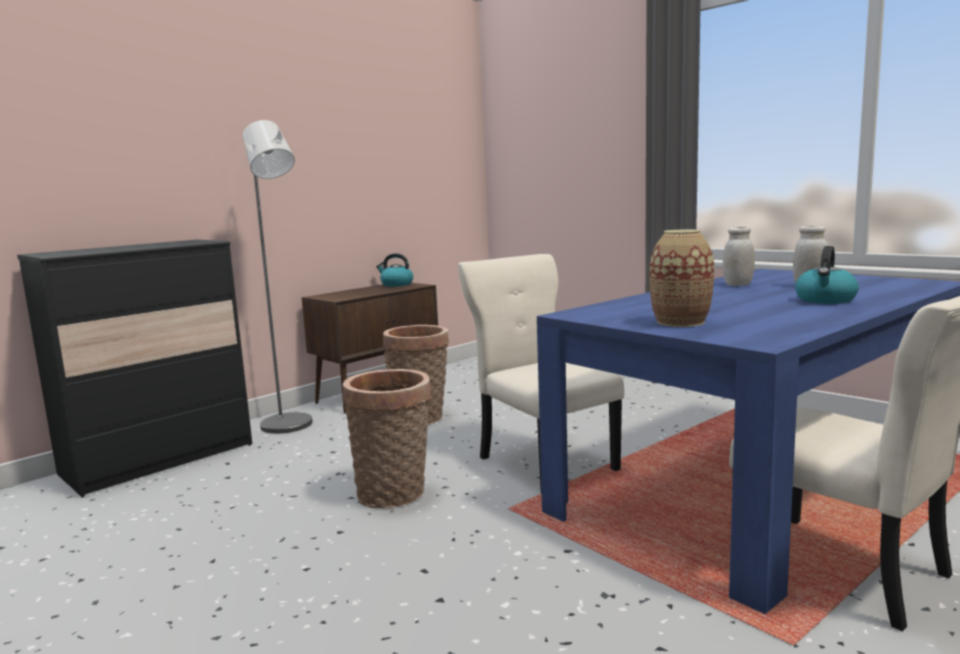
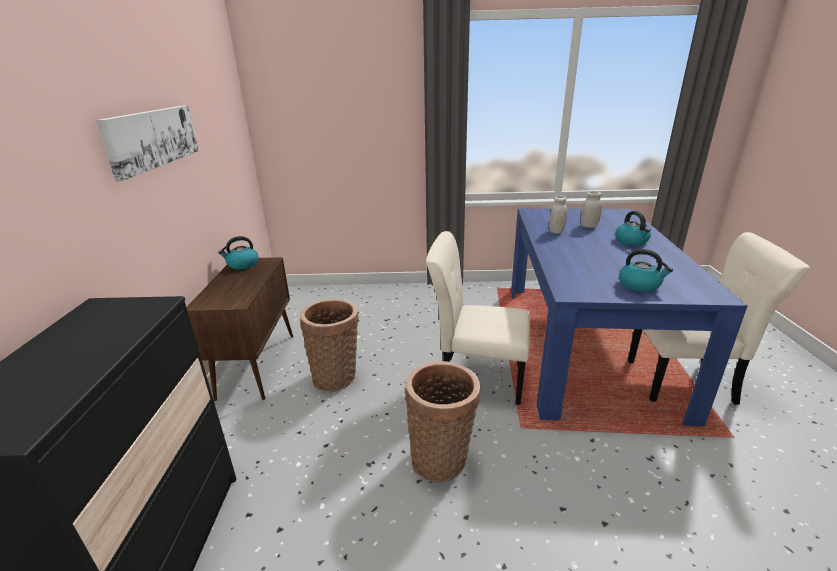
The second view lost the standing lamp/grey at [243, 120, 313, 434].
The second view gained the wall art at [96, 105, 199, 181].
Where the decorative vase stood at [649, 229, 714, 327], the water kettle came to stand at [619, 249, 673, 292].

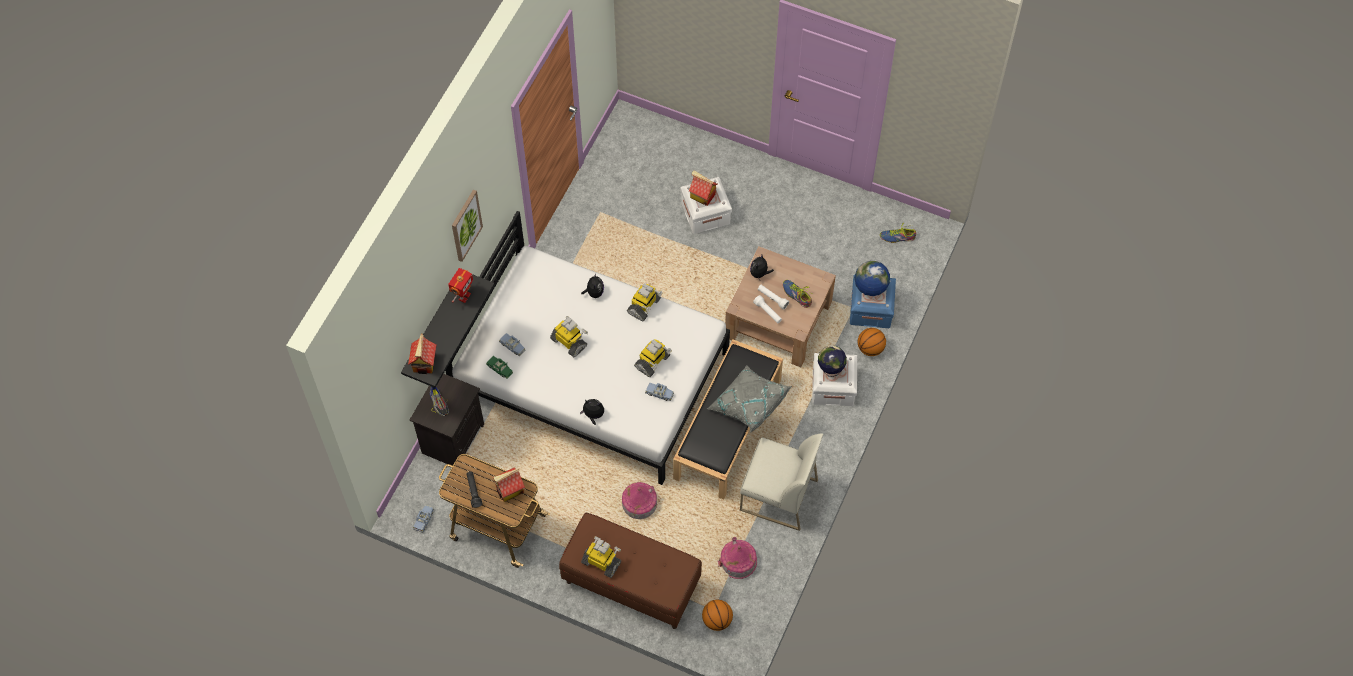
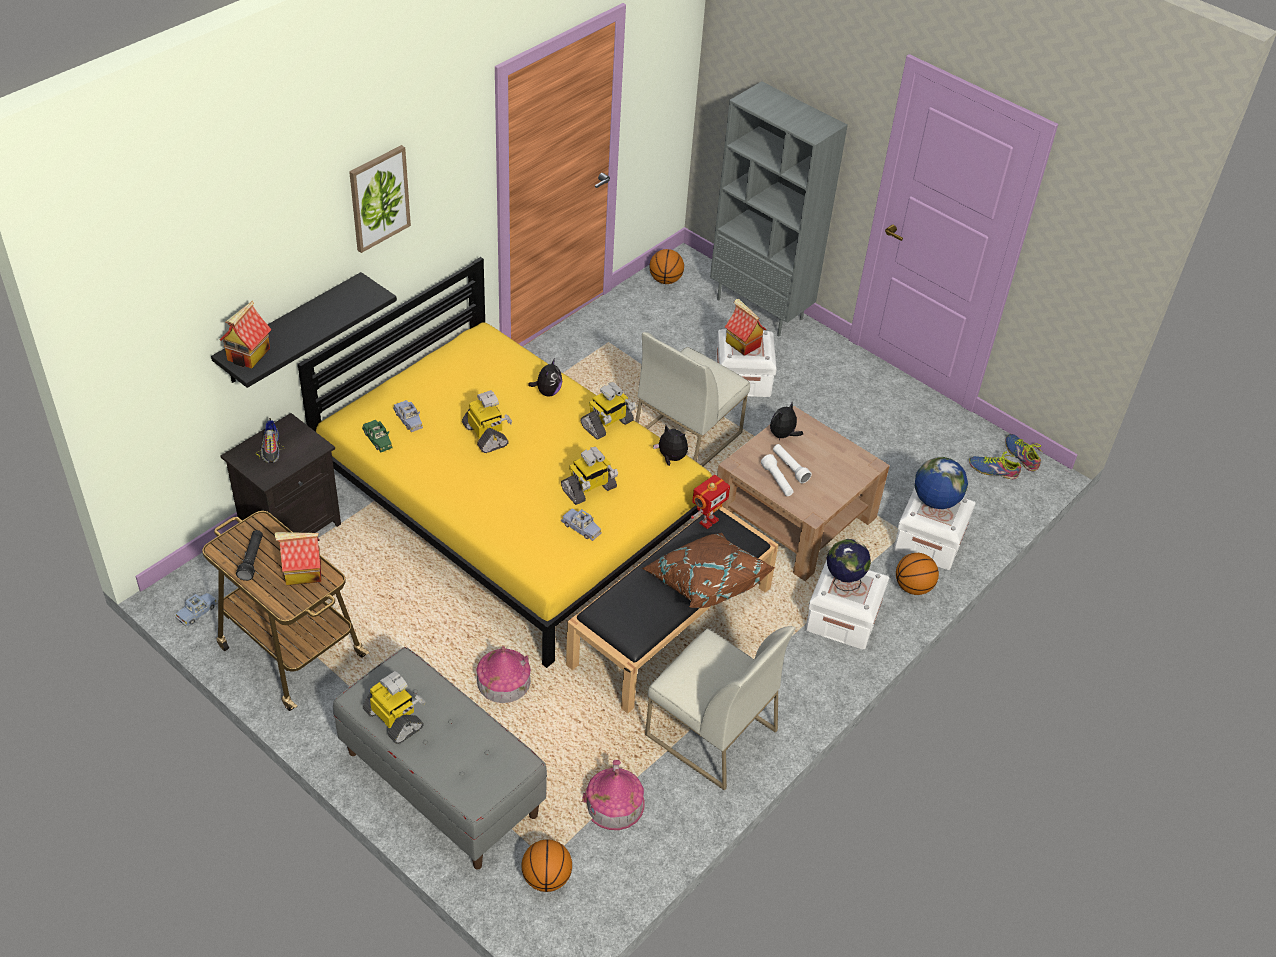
The second view gained the plain chair/white-coloured at [635, 332, 750, 466].
The second view gained the ball for basketball at [649, 249, 684, 284].
The second view gained the shelving unit/grey at [710, 81, 848, 337].
The toy robot ended up elsewhere, having gone from [448, 268, 473, 303] to [691, 475, 730, 529].
The soft toy ended up elsewhere, having gone from [580, 399, 604, 425] to [653, 425, 688, 466].
The shoe ended up elsewhere, having gone from [783, 280, 812, 308] to [1005, 434, 1044, 471].
What was the sleeping bed/white-coloured at [445, 211, 730, 485] turned into the sleeping bed/yellow at [298, 257, 712, 668].
What was the long seat/brownish at [559, 512, 702, 629] turned into the long seat/grey at [333, 647, 547, 869].
What was the throw pillow/grey at [707, 365, 792, 433] turned into the throw pillow/brownish at [641, 533, 775, 608].
What was the storage box/bluish at [850, 275, 896, 328] turned into the storage box/white-coloured at [893, 488, 976, 570].

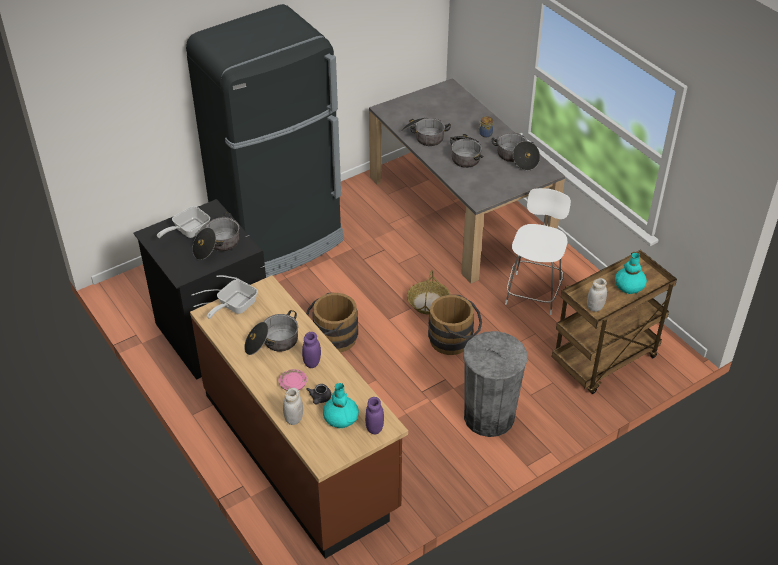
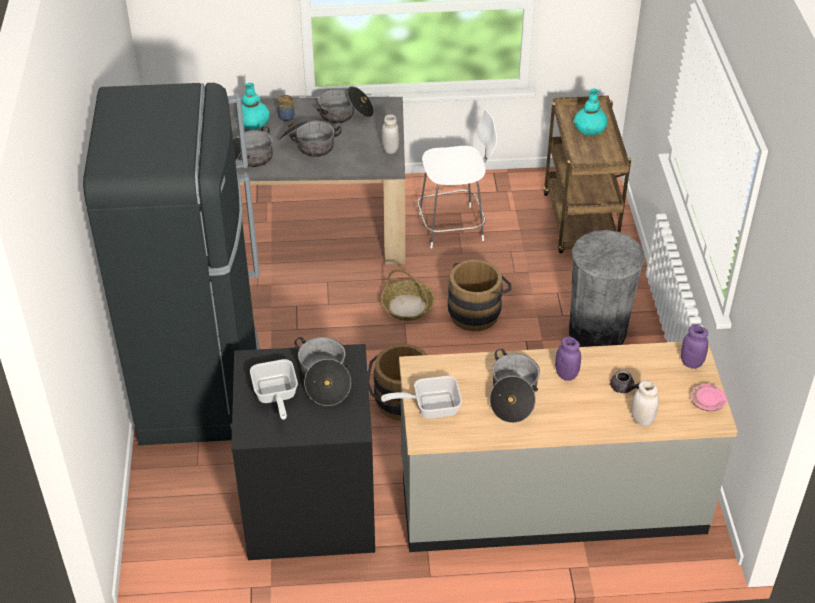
The plate/pinkish ended up elsewhere, having gone from [279, 369, 307, 391] to [691, 384, 727, 412].
The decorative vase/turquoise ended up elsewhere, having gone from [323, 383, 359, 429] to [236, 83, 270, 130].
The jar/white-coloured ended up elsewhere, having gone from [587, 278, 607, 312] to [381, 114, 399, 154].
What was the kitchen base unit/brownish at [190, 275, 408, 559] turned into the kitchen base unit/grey at [399, 342, 738, 552].
The skillet at [207, 279, 258, 319] ended up facing another way, 105 degrees clockwise from before.
The plain chair/white-coloured at [505, 188, 571, 315] ended up facing another way, 120 degrees clockwise from before.

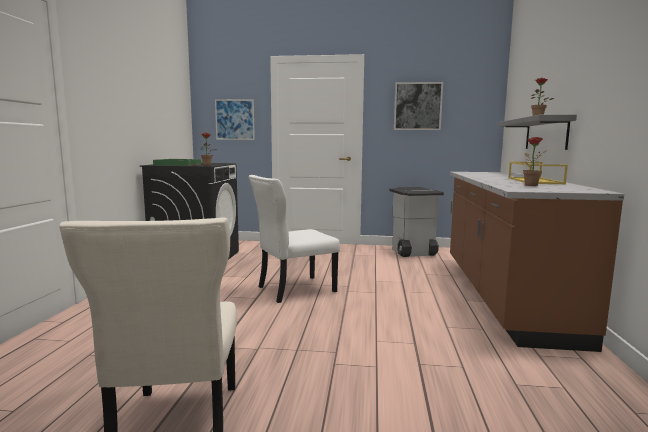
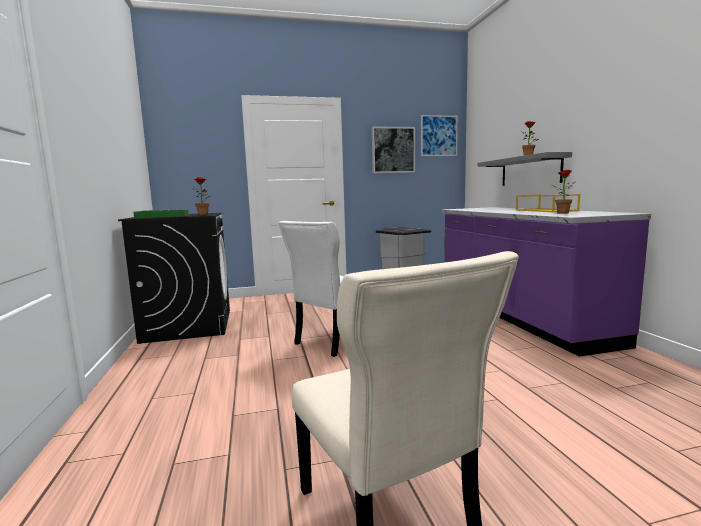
The wall art ended up elsewhere, having gone from [215, 99, 255, 140] to [421, 115, 458, 156].
What was the kitchen base unit/brownish at [450, 172, 624, 352] turned into the kitchen base unit/purple at [441, 207, 651, 357].

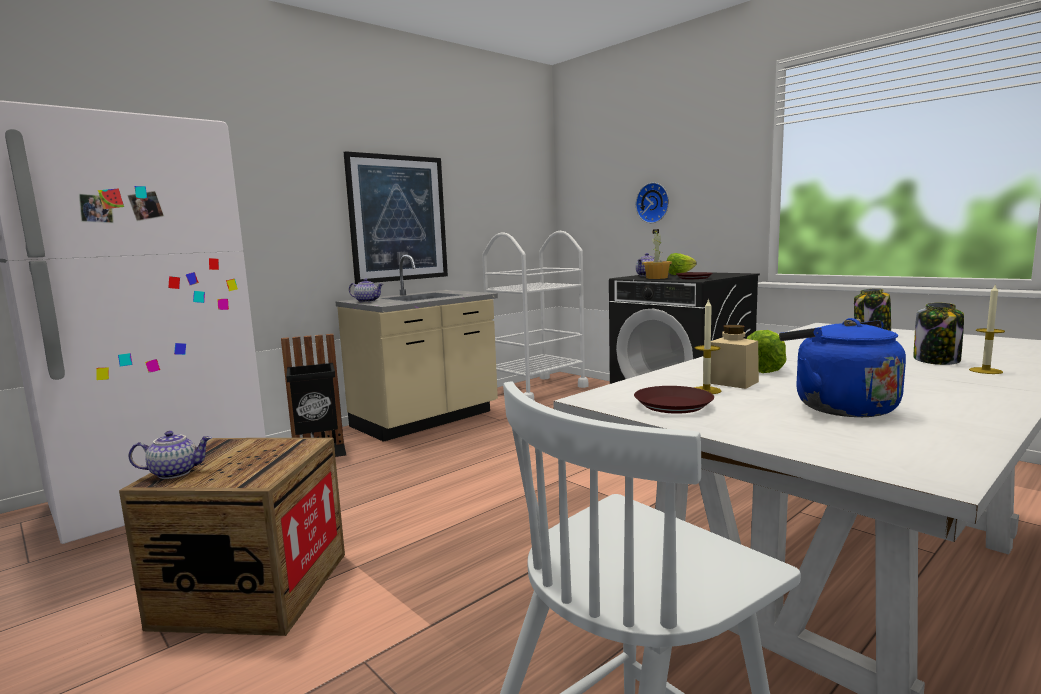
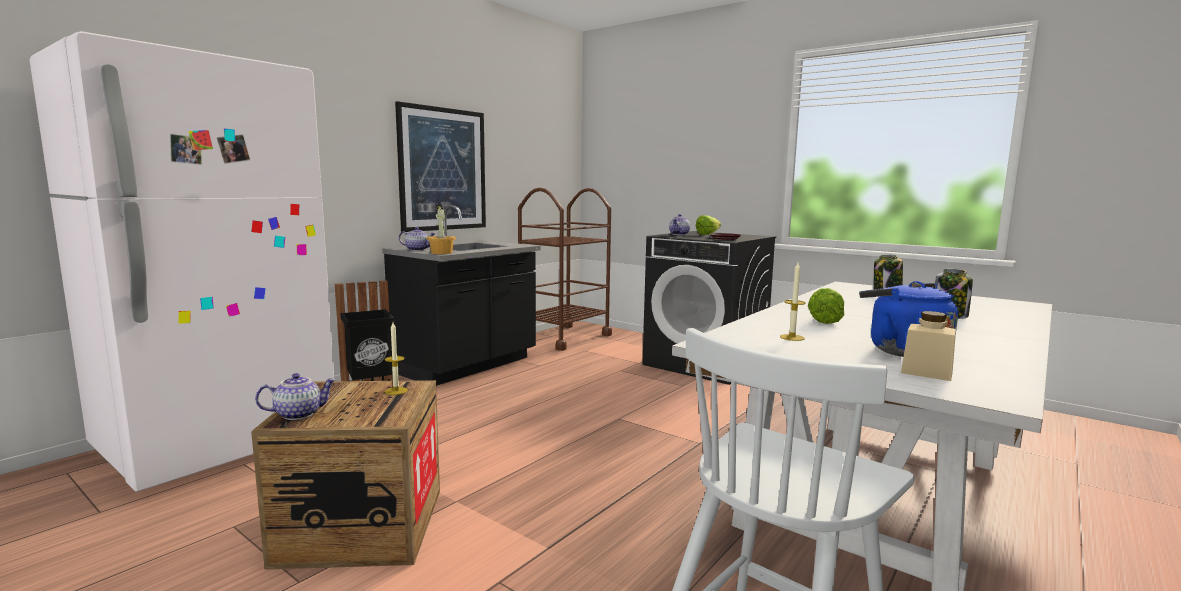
The second view lost the plate/brownish at [634, 386, 714, 414].
The second view lost the hanging clock at [636, 183, 669, 223].
The houseplant ended up elsewhere, having gone from [642, 229, 672, 279] to [427, 205, 456, 254].
The jar/sand-coloured ended up elsewhere, having gone from [710, 325, 759, 389] to [901, 311, 956, 381].
The wax light ended up elsewhere, having gone from [969, 283, 1005, 374] to [385, 323, 408, 395].
What was the kitchen base unit/sand-coloured at [335, 255, 498, 442] turned into the kitchen base unit/black at [383, 205, 540, 386].
What was the trolley/white-coloured at [482, 231, 589, 400] turned into the trolley/brownish at [518, 188, 612, 351].

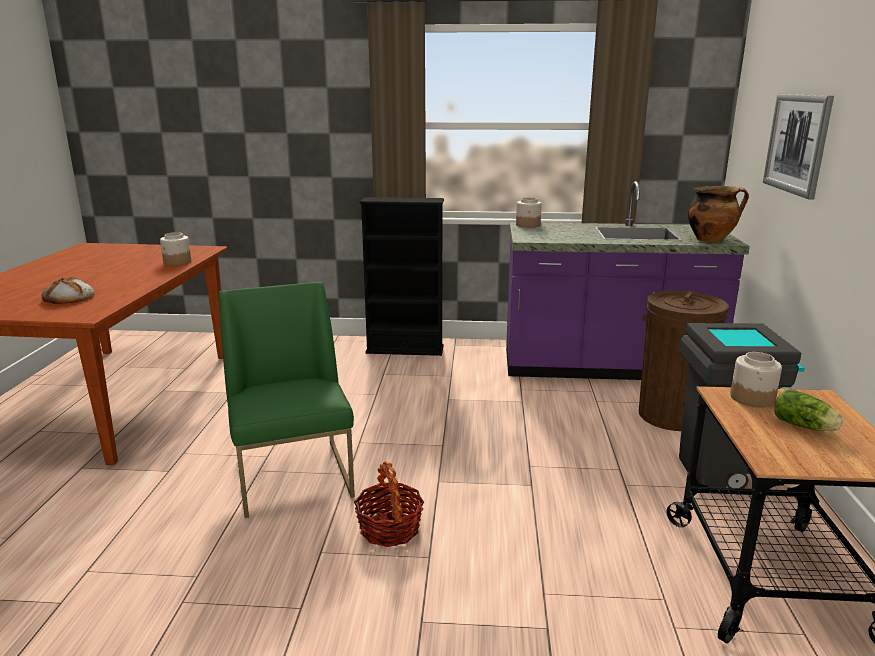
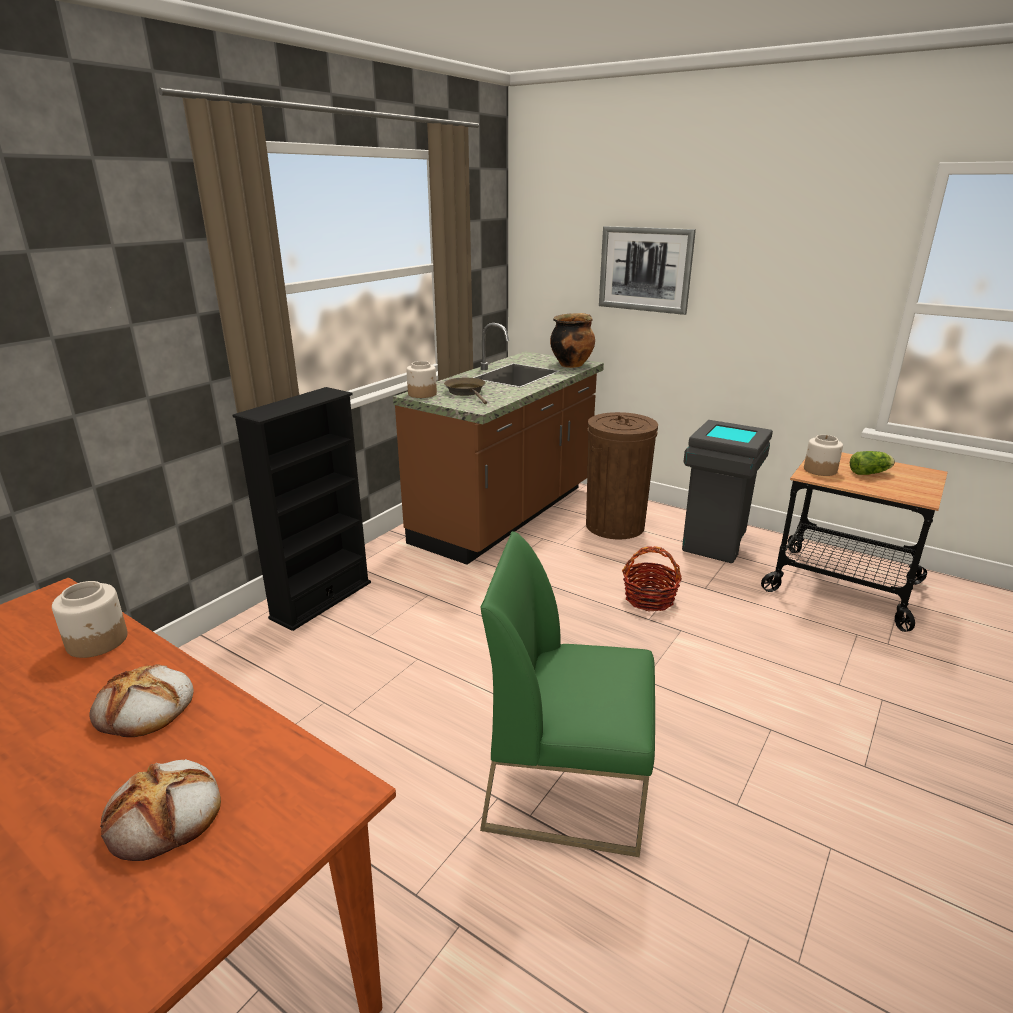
The second view gained the baked bread at [90, 664, 194, 737].
The second view gained the skillet/brownish at [444, 378, 487, 404].
The storage basket ended up elsewhere, having gone from [354, 461, 424, 547] to [622, 546, 682, 612].
What was the kitchen base unit/purple at [506, 181, 750, 380] turned into the kitchen base unit/brownish at [393, 323, 604, 565].

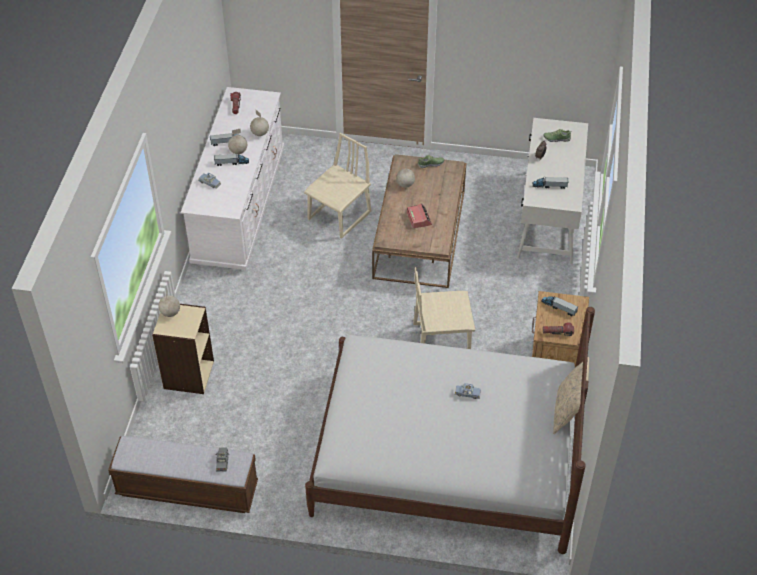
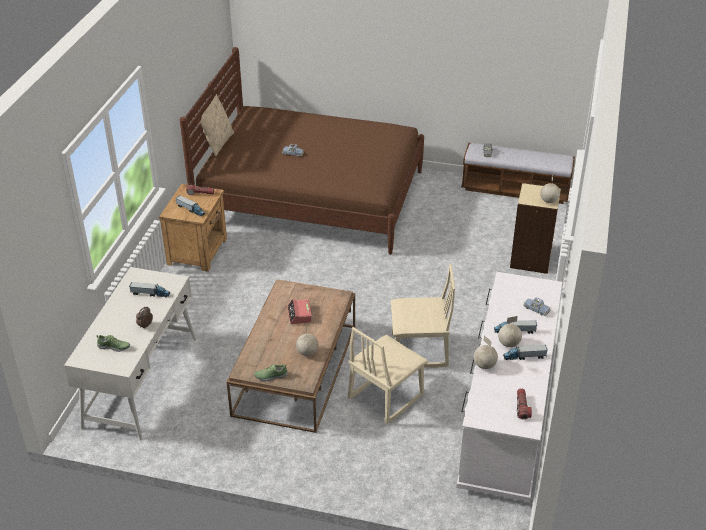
The plain chair/sand-coloured ended up elsewhere, having gone from [413, 267, 475, 349] to [391, 264, 455, 368].
What was the sleeping bed/white-coloured at [305, 307, 595, 554] turned into the sleeping bed/brownish at [180, 47, 424, 255].

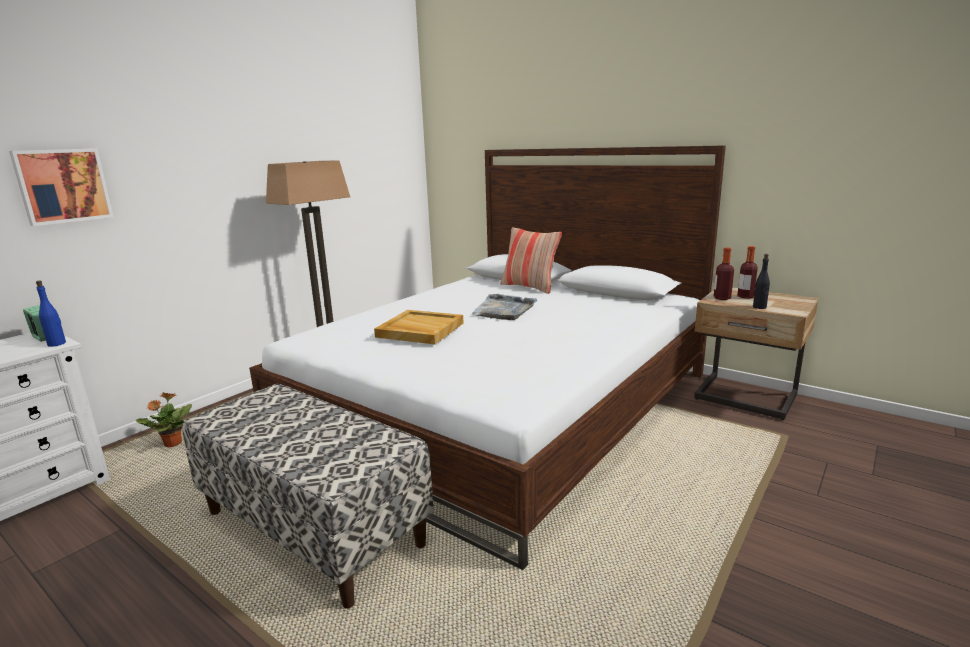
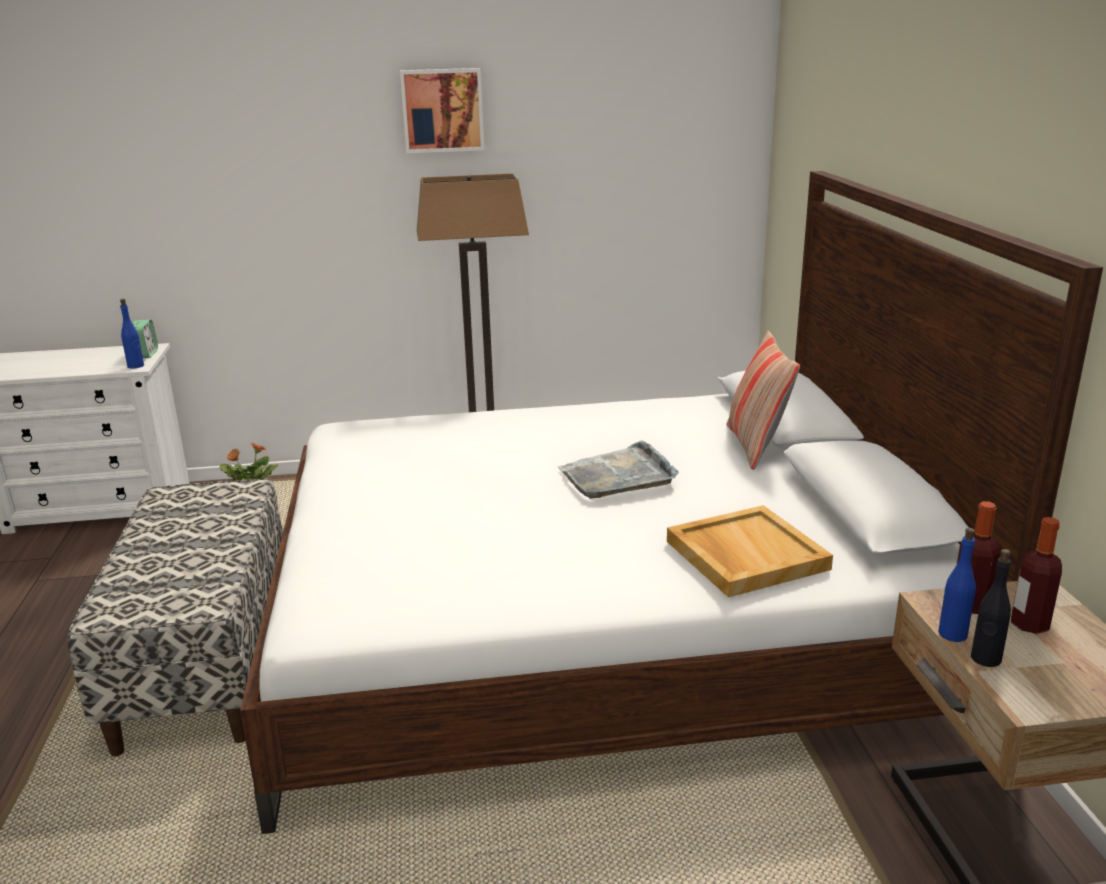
The second view gained the beverage bottle/bluish at [938, 528, 976, 642].
The wall art ended up elsewhere, having gone from [9, 148, 114, 226] to [400, 68, 484, 153].
The tray/sand-coloured ended up elsewhere, having gone from [374, 310, 463, 344] to [667, 505, 833, 598].

